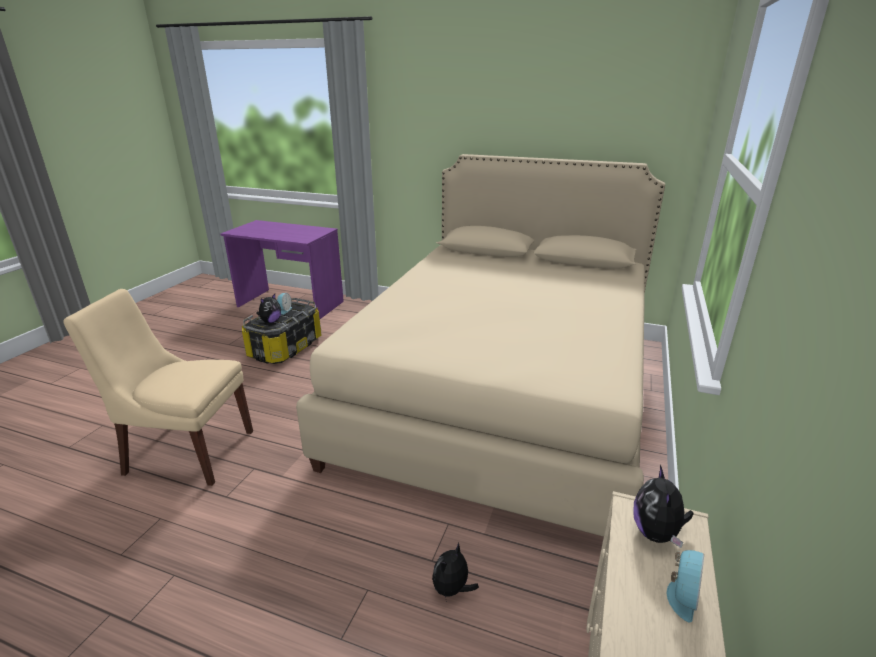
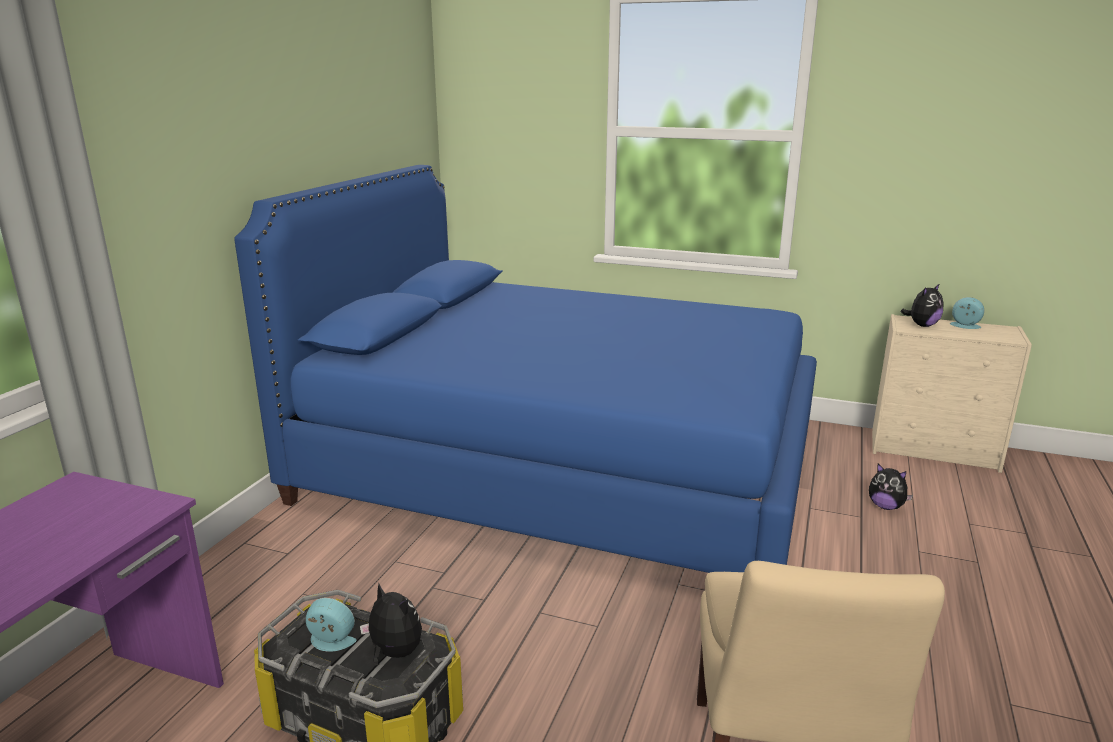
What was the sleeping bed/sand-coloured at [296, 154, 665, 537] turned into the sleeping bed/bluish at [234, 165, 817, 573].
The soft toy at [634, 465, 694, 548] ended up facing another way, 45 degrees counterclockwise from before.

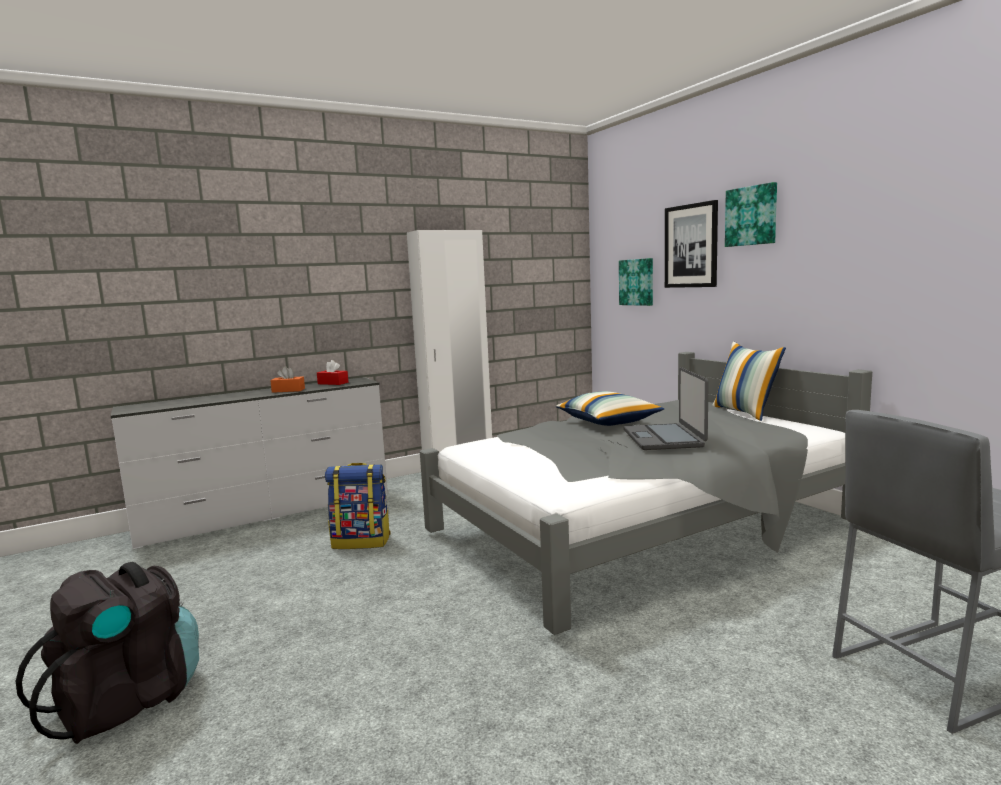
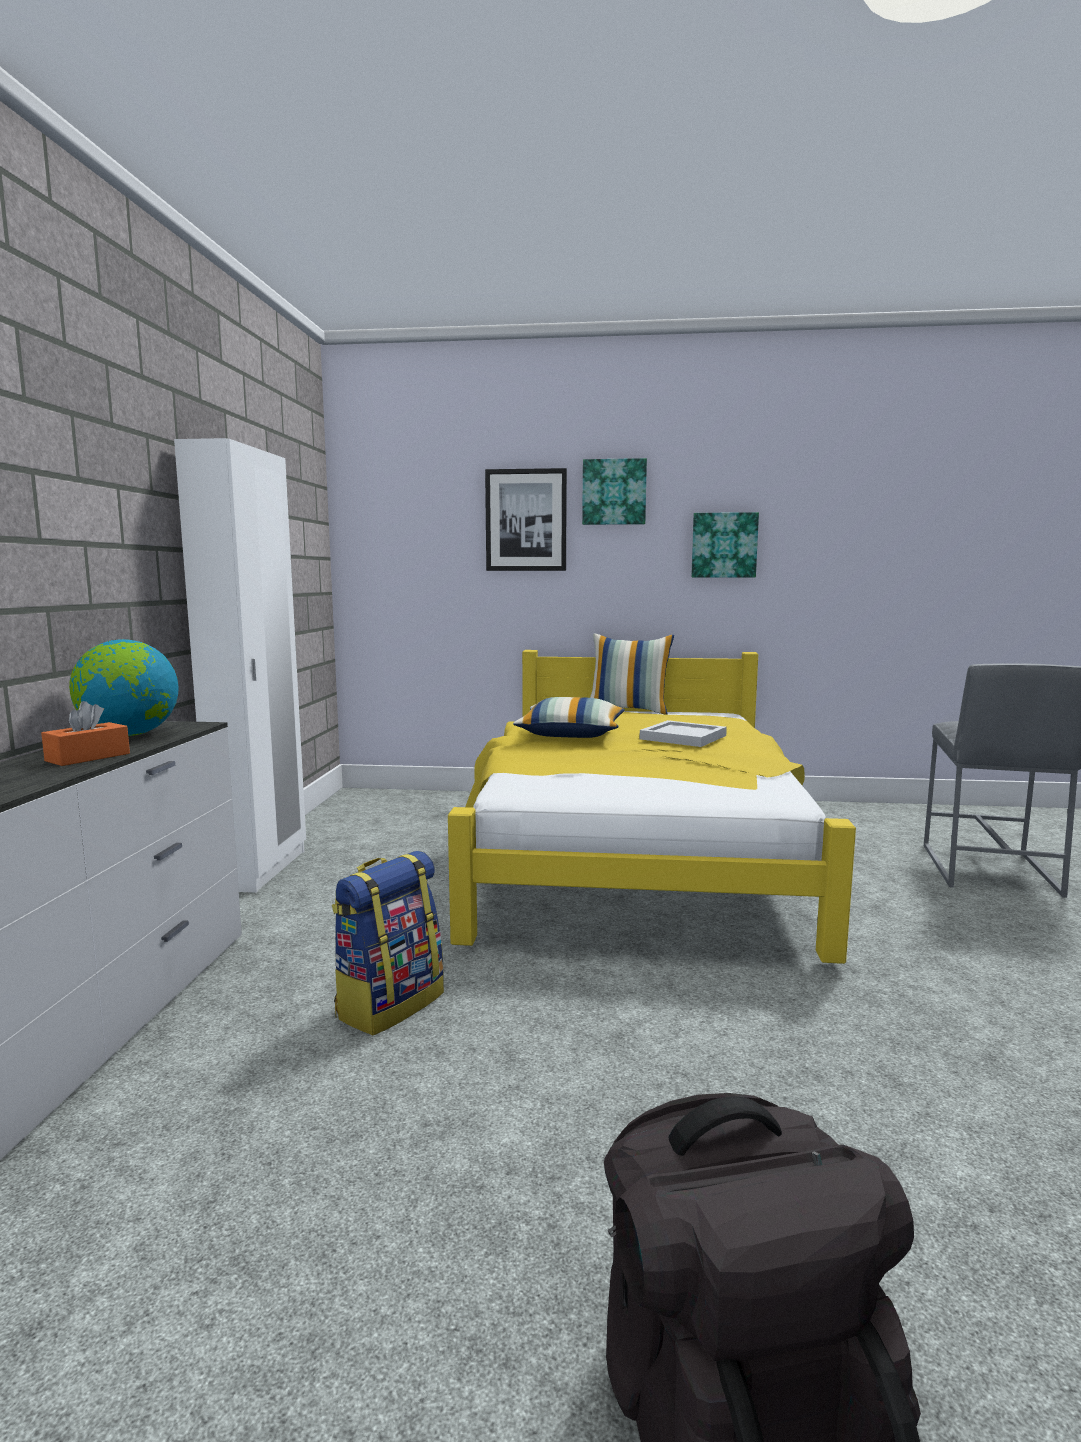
The wall art ended up elsewhere, having gone from [619, 258, 653, 306] to [691, 512, 759, 577].
Where the tissue holder/red stood at [317, 360, 348, 385], the desk globe came to stand at [69, 639, 179, 736].
Where the notebook computer stood at [624, 367, 709, 450], the tray/white-coloured came to stand at [640, 720, 727, 747].
What was the sleeping bed/grey at [420, 352, 872, 635] turned into the sleeping bed/yellow at [448, 650, 856, 964].

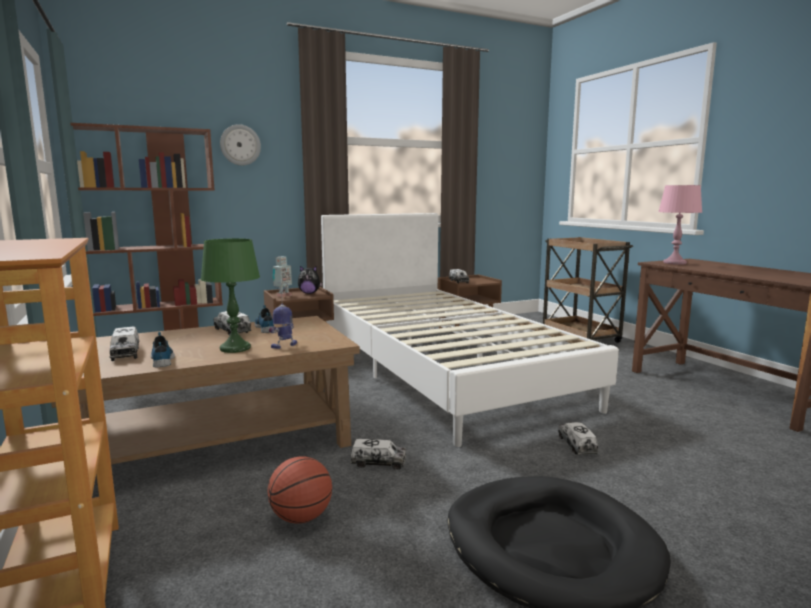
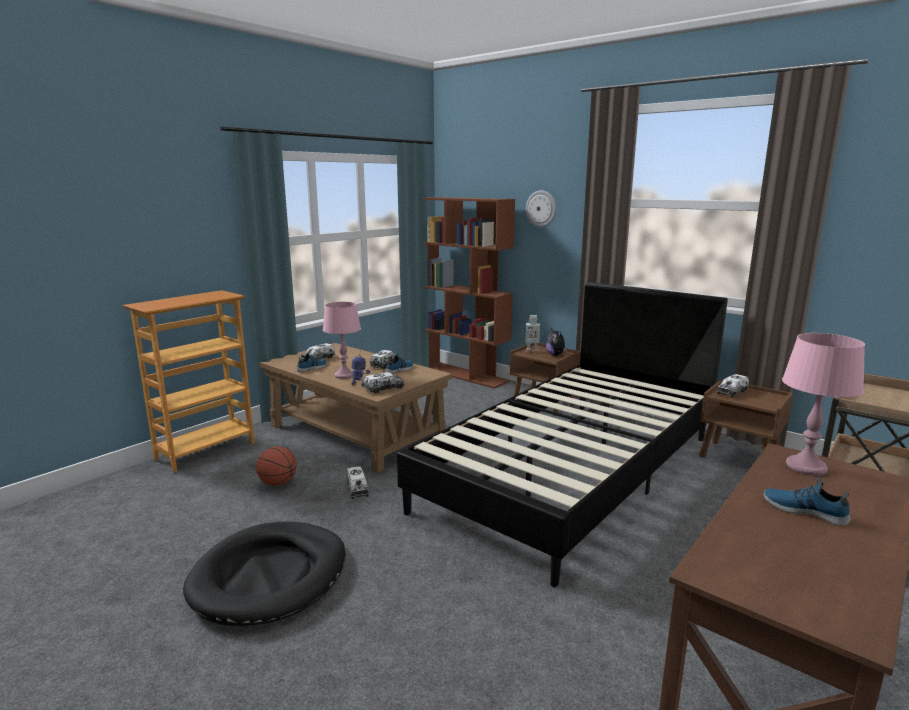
The second view gained the shoe at [763, 477, 851, 526].
The toy truck ended up elsewhere, having gone from [558, 422, 598, 455] to [364, 372, 405, 394].
What was the lamp for a table/green at [201, 238, 260, 353] turned into the lamp for a table/pinkish at [323, 302, 361, 379].
What was the sleeping bed/white-coloured at [321, 213, 619, 447] turned into the sleeping bed/black at [397, 282, 728, 587].

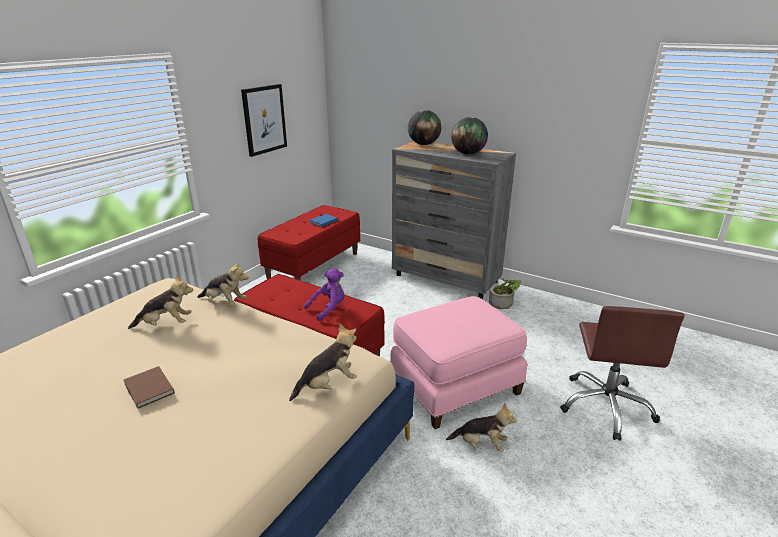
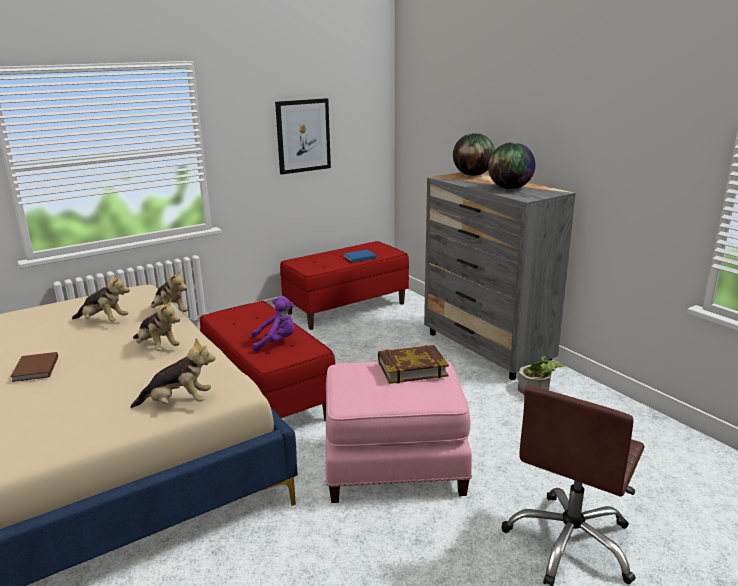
The second view gained the bound book at [378, 345, 449, 384].
The soft toy ended up elsewhere, having gone from [446, 403, 517, 452] to [133, 300, 180, 351].

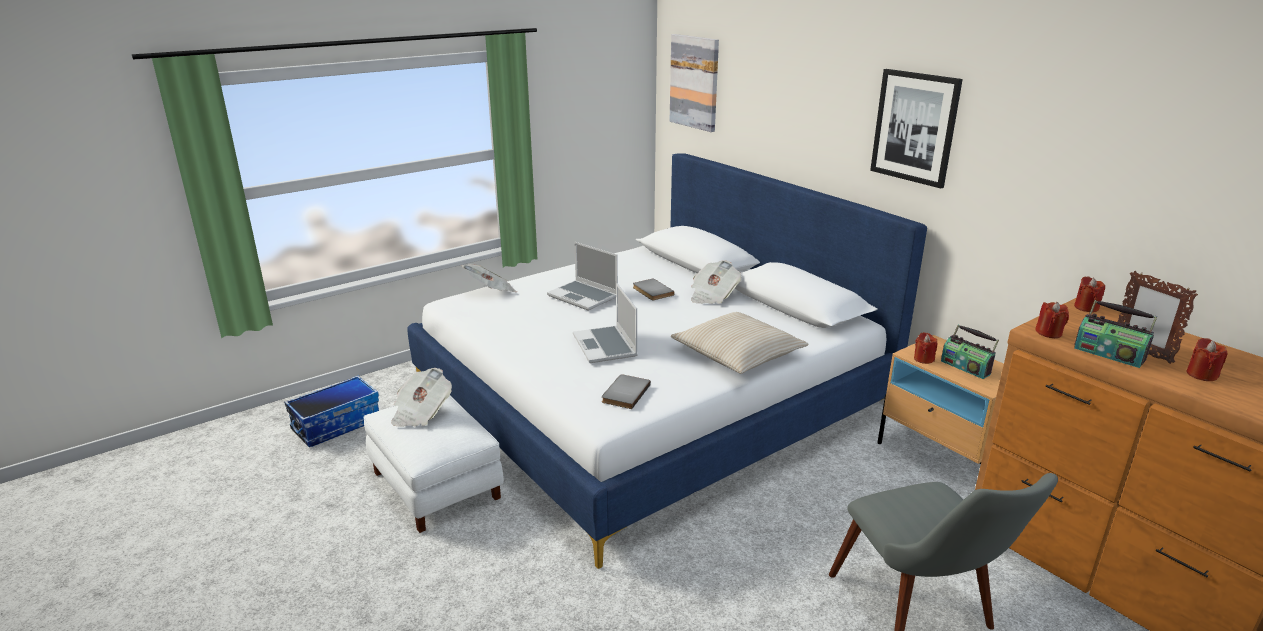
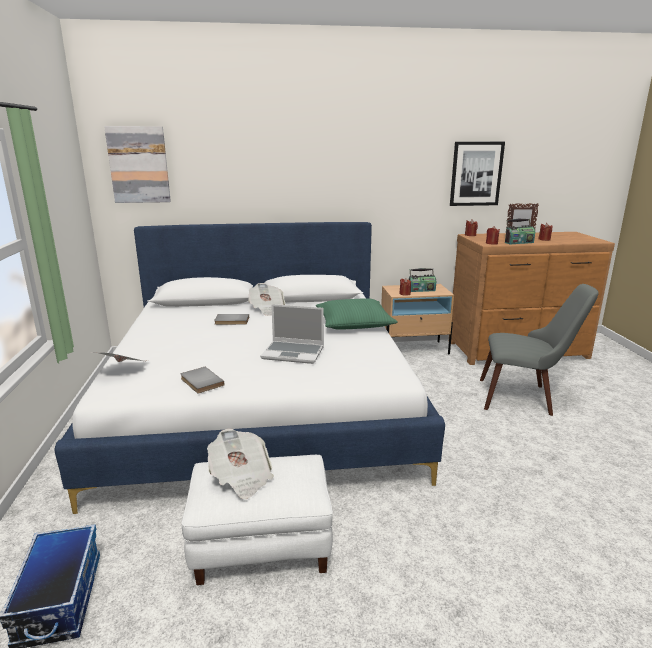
The second view lost the notebook computer at [547, 242, 618, 311].
The bound book/grey ended up elsewhere, having gone from [602, 374, 651, 409] to [181, 367, 225, 393].
The wall art ended up elsewhere, having gone from [870, 69, 963, 189] to [450, 142, 505, 206].
What was the throw pillow/sand-coloured at [671, 312, 809, 374] turned into the throw pillow/green at [316, 298, 398, 330].

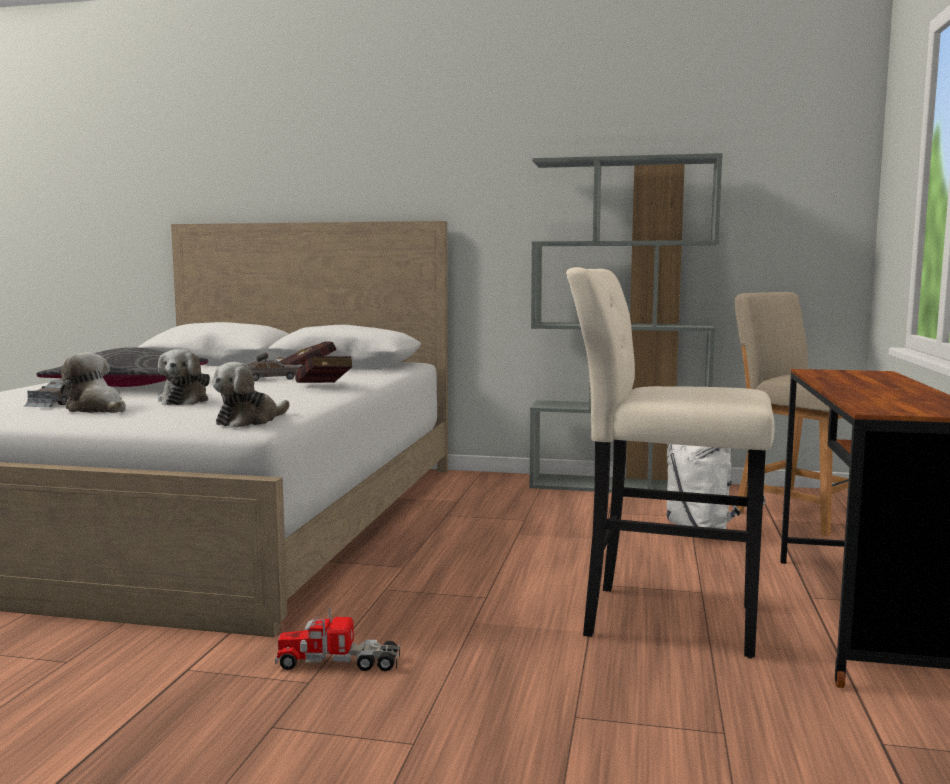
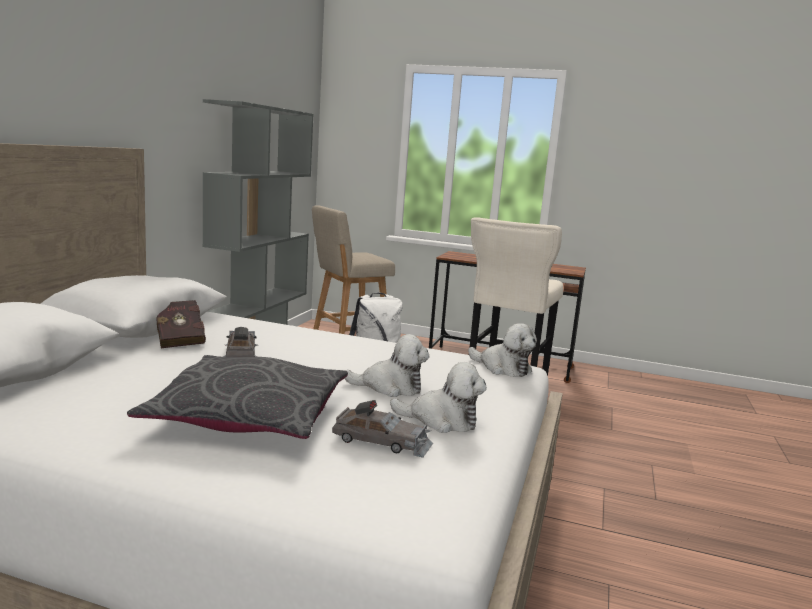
The second view lost the toy truck at [275, 608, 400, 671].
The second view lost the bound book/red at [295, 356, 352, 383].
The soft toy at [60, 352, 126, 413] ended up facing another way, 120 degrees counterclockwise from before.

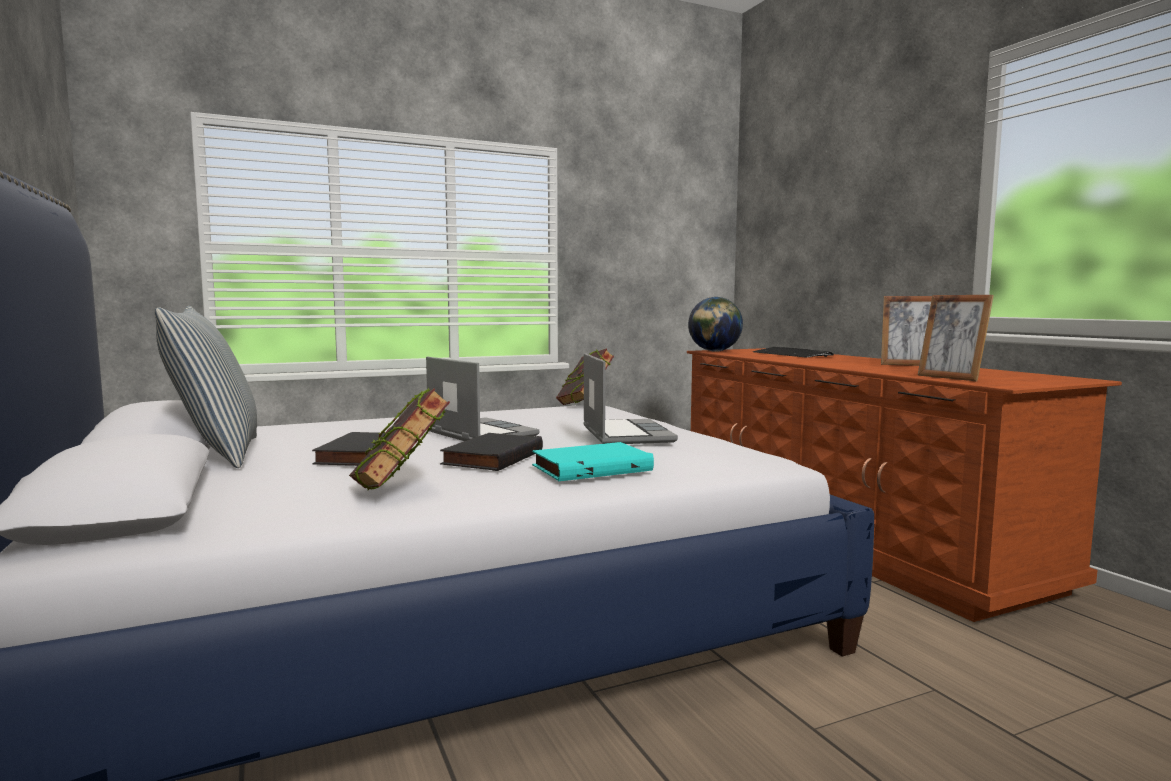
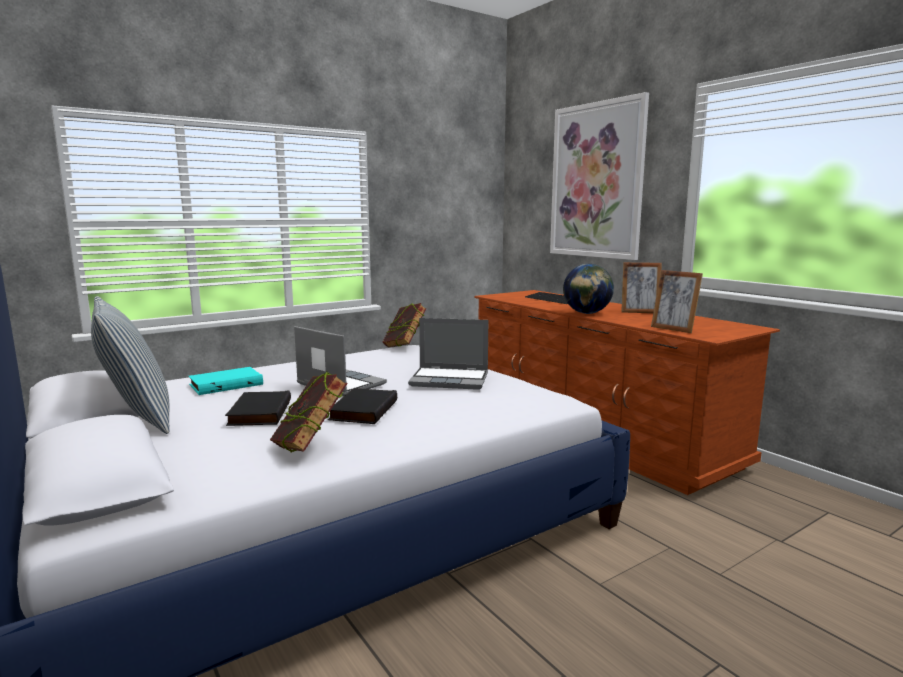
The second view gained the wall art at [550, 92, 649, 260].
The bound book/turquoise ended up elsewhere, having gone from [532, 442, 654, 481] to [189, 367, 263, 395].
The desk globe ended up elsewhere, having gone from [688, 297, 743, 352] to [563, 264, 614, 314].
The notebook computer at [583, 353, 678, 444] ended up facing another way, 120 degrees clockwise from before.

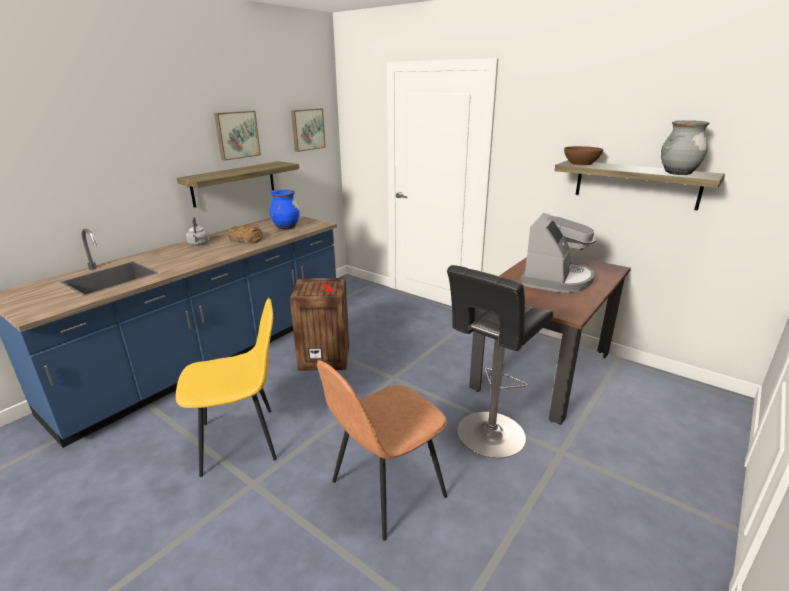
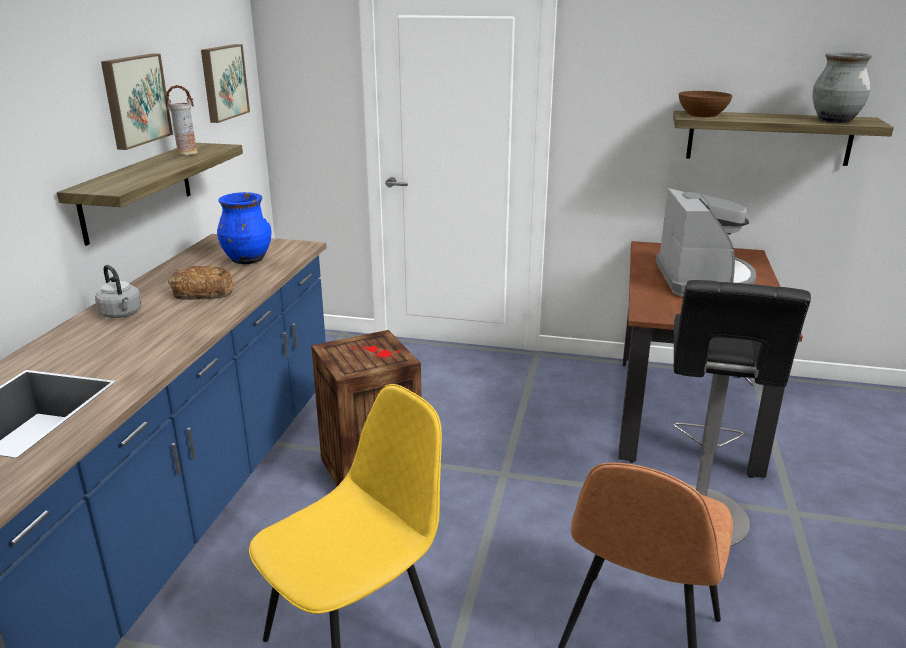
The second view gained the decorative vase at [166, 85, 198, 155].

